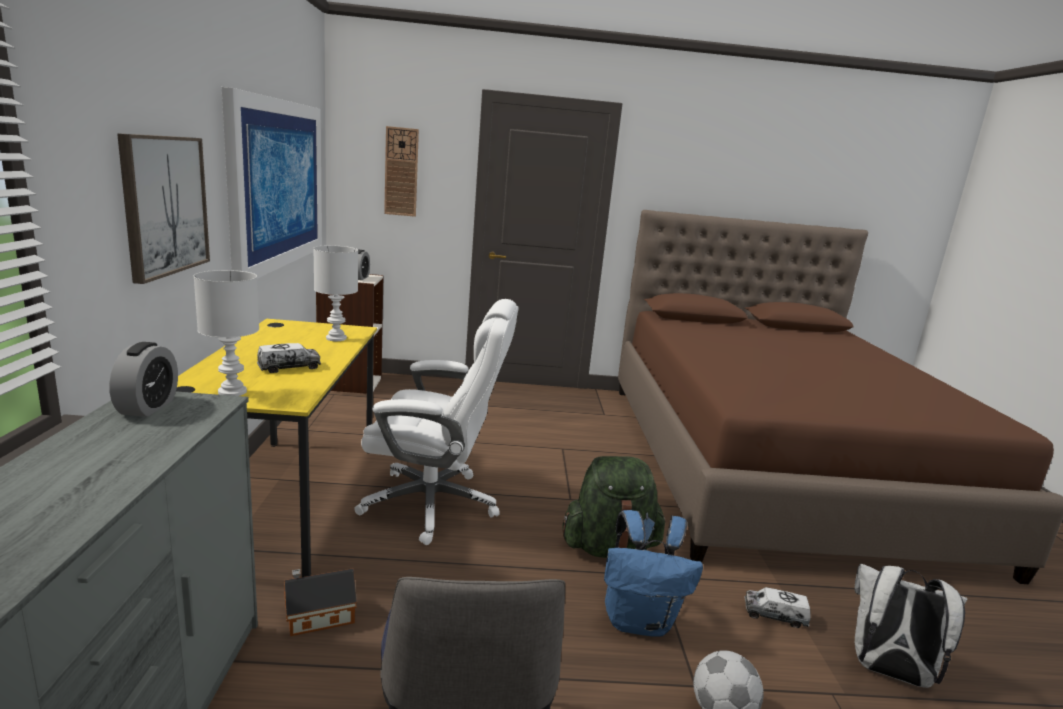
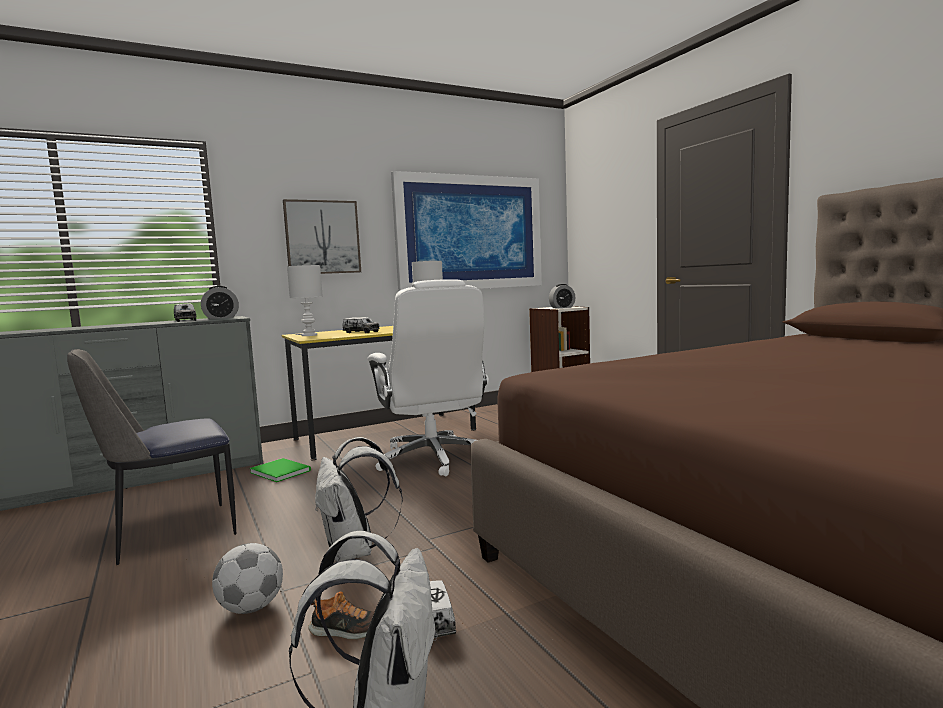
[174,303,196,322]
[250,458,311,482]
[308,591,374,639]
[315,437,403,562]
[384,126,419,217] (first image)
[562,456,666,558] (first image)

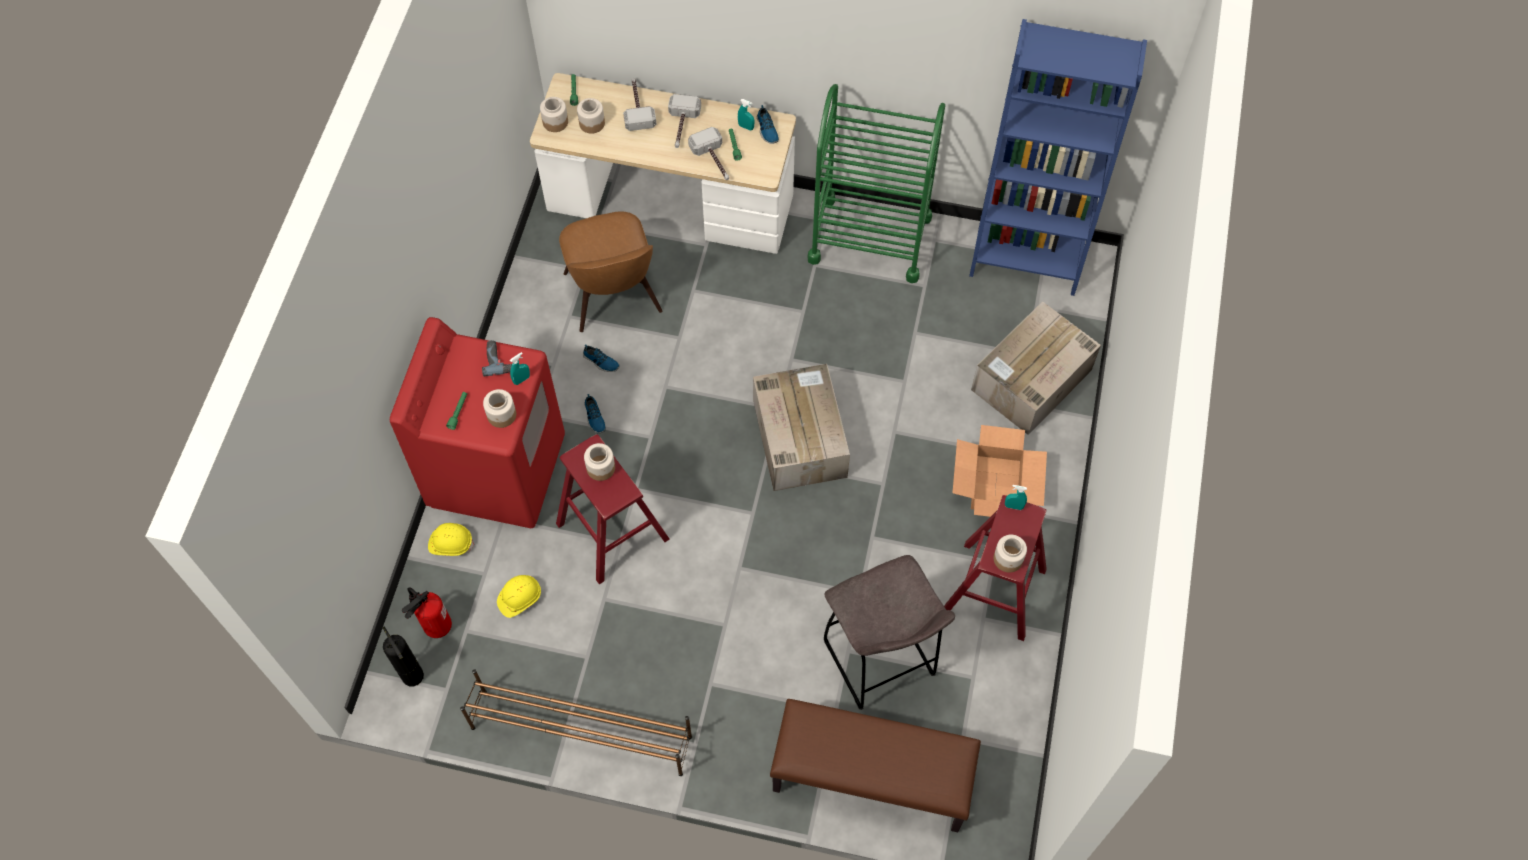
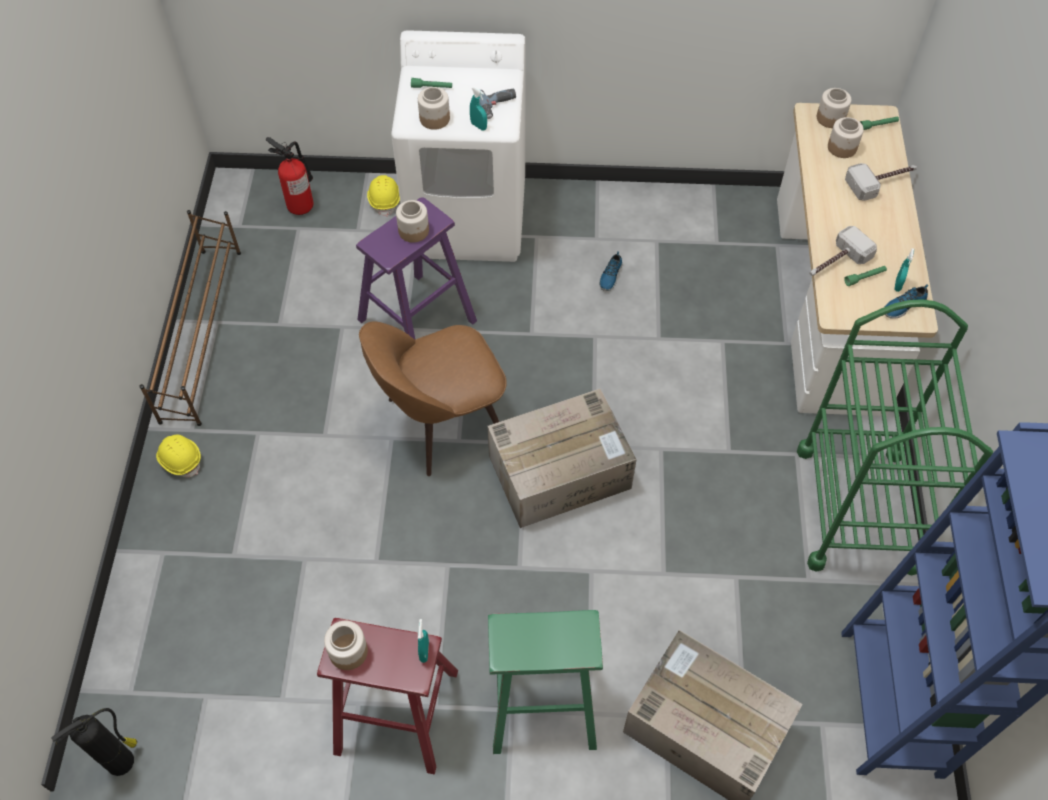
[51,708,137,776]
[156,435,201,477]
[356,197,477,339]
[359,321,507,476]
[391,30,525,262]
[488,610,603,754]
[584,394,606,433] (first image)
[668,94,701,148] (first image)
[770,699,981,832] (first image)
[824,555,955,710] (first image)

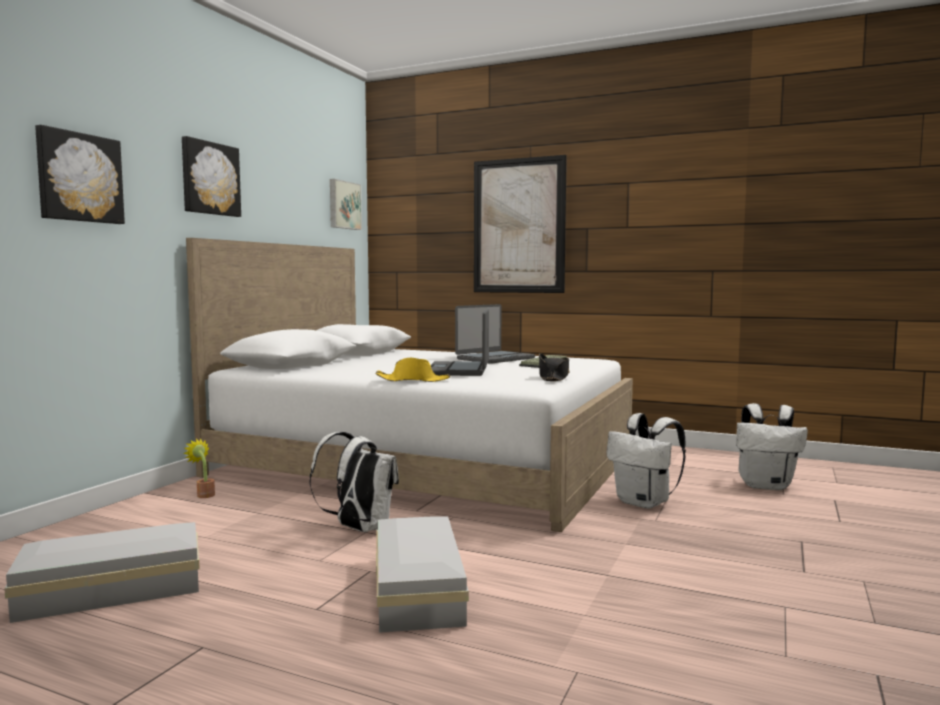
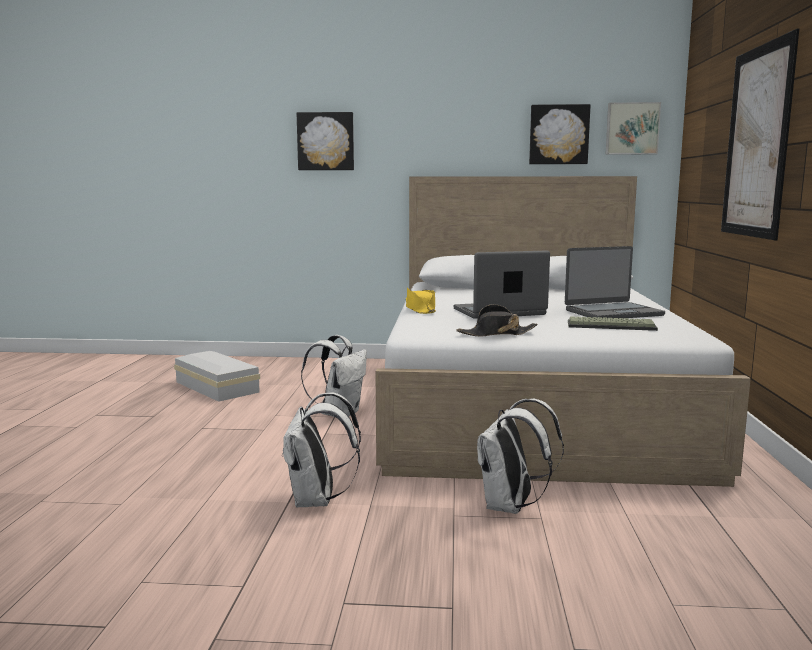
[282,392,361,507]
[529,104,591,164]
[565,246,665,319]
[183,438,215,498] (first image)
[376,516,469,633] (first image)

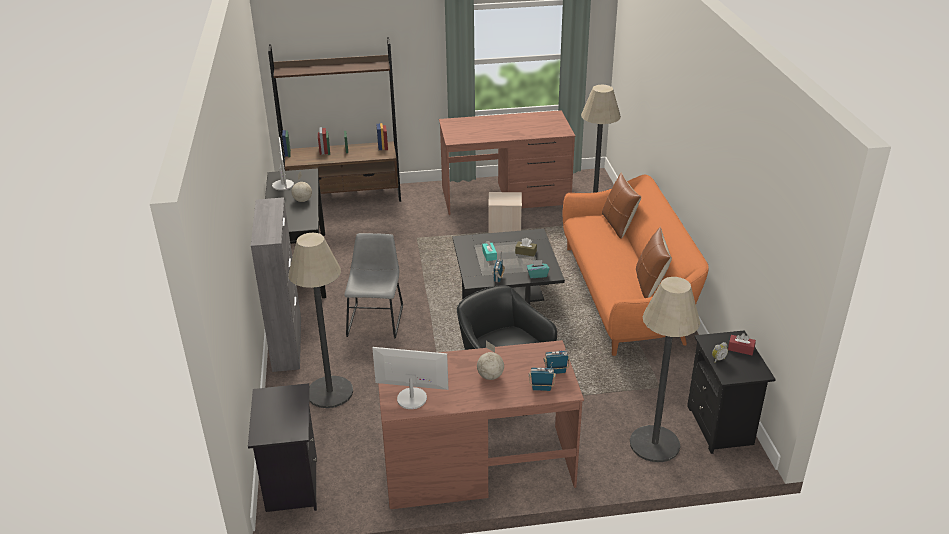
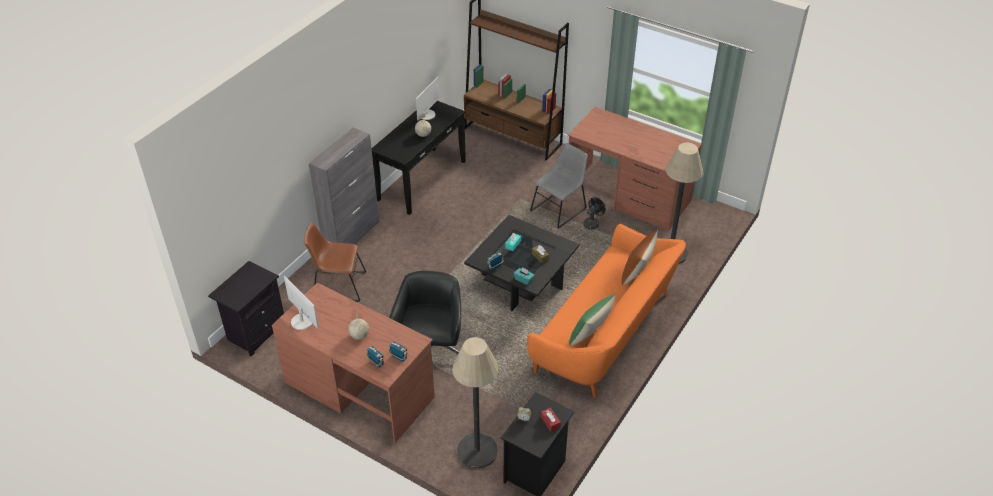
[304,222,366,302]
[530,143,588,229]
[569,294,616,345]
[583,197,606,230]

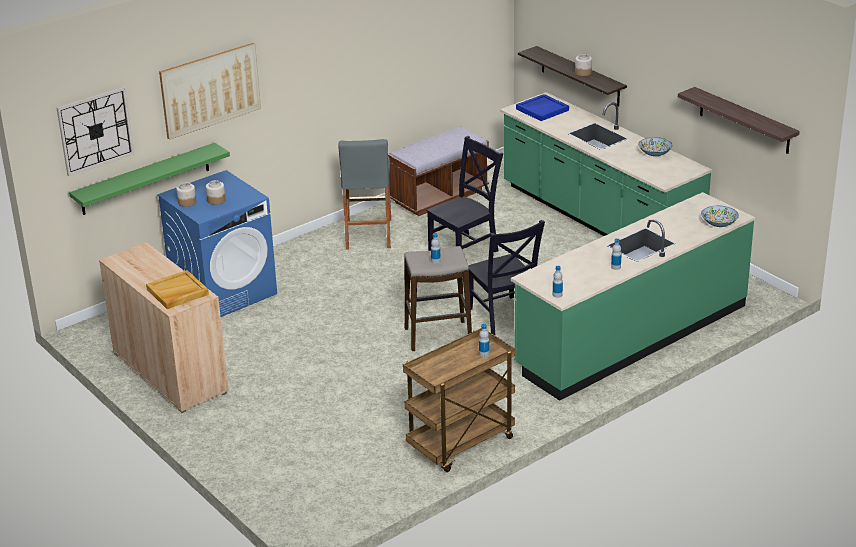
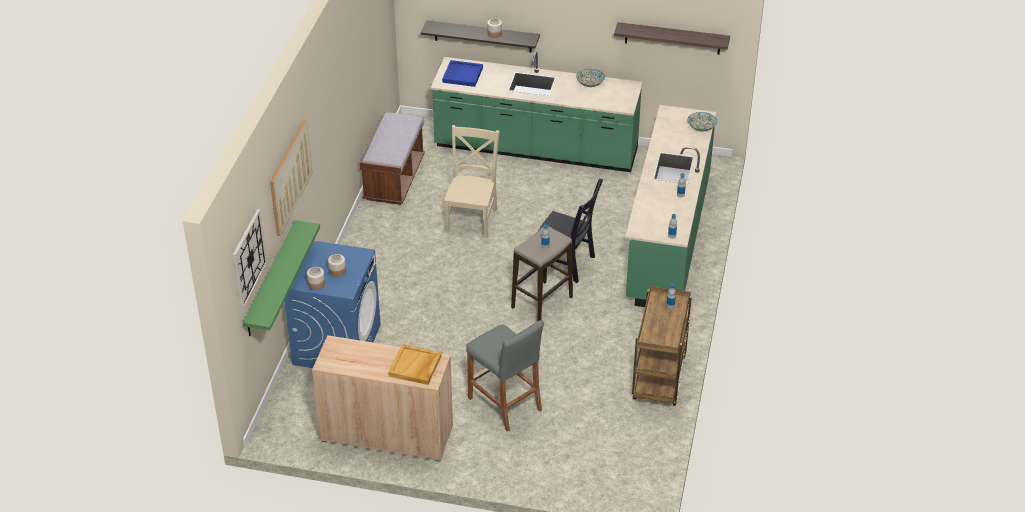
[444,125,500,238]
[466,320,544,432]

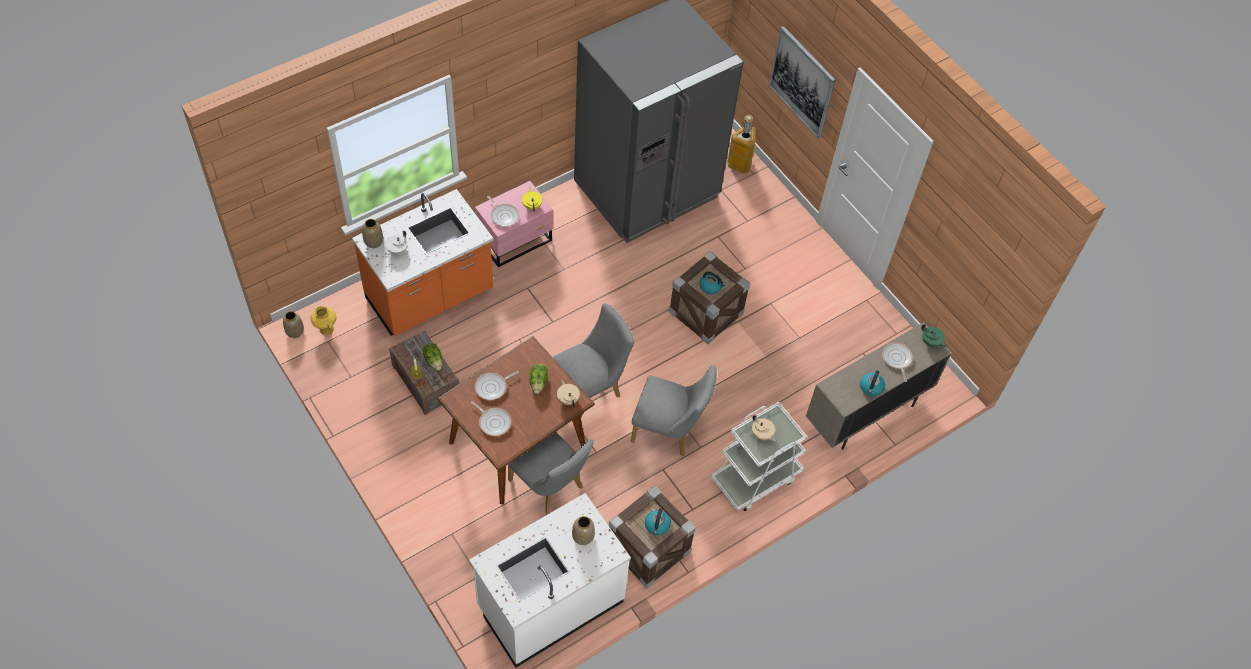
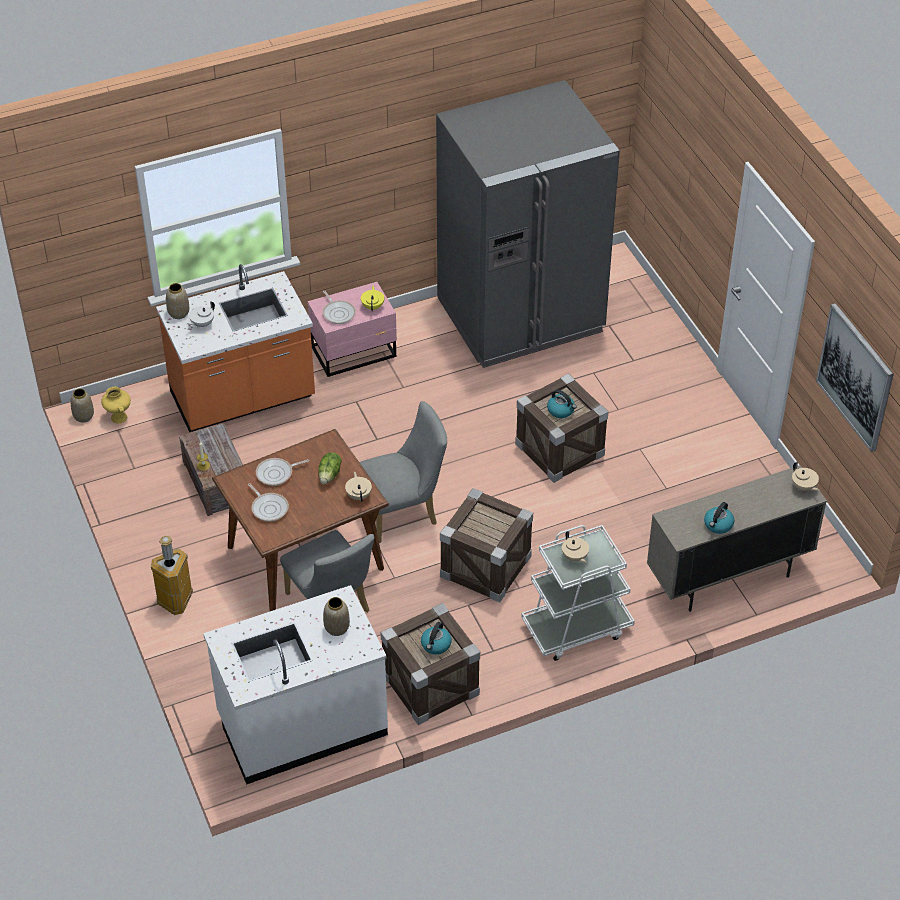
[151,536,193,615]
[440,488,533,603]
[792,462,819,491]
[816,303,894,452]
[423,343,442,371] (first image)
[882,342,913,382] (first image)

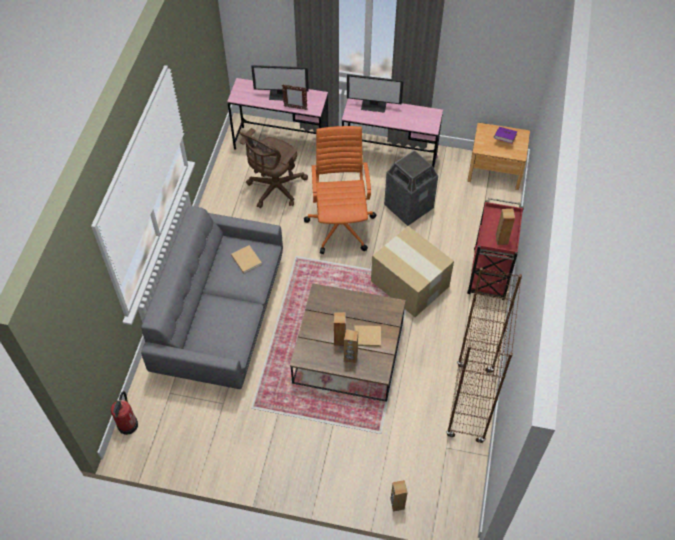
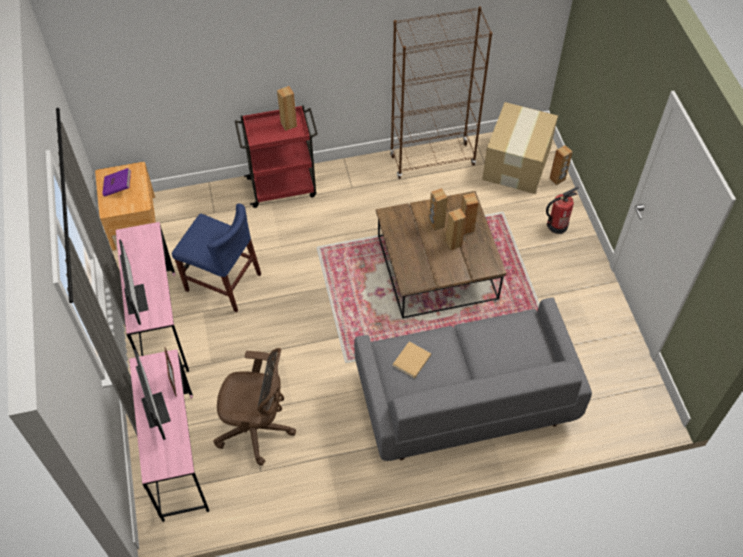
[172,203,261,312]
[429,188,448,231]
[482,102,558,194]
[546,187,579,234]
[304,126,377,254] (first image)

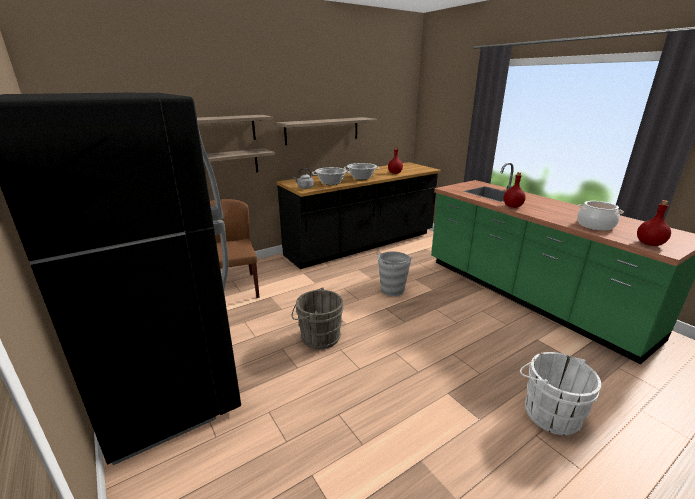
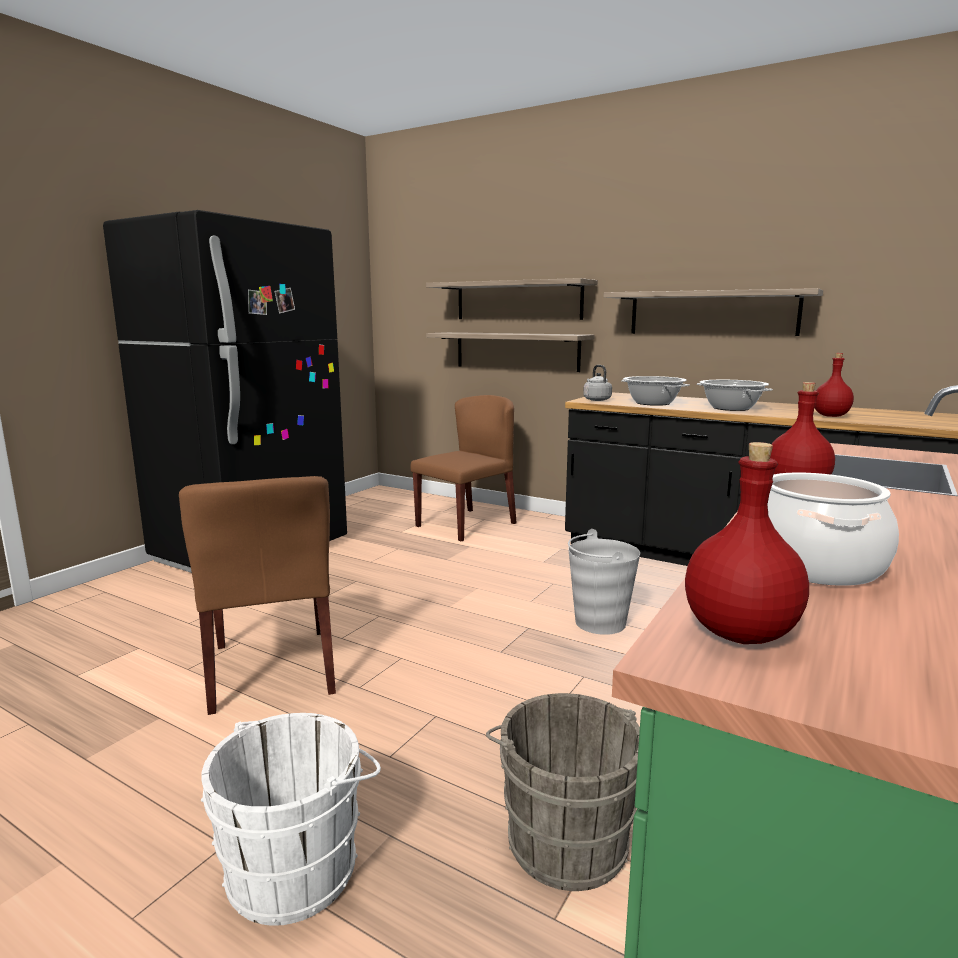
[179,476,336,715]
[486,693,640,891]

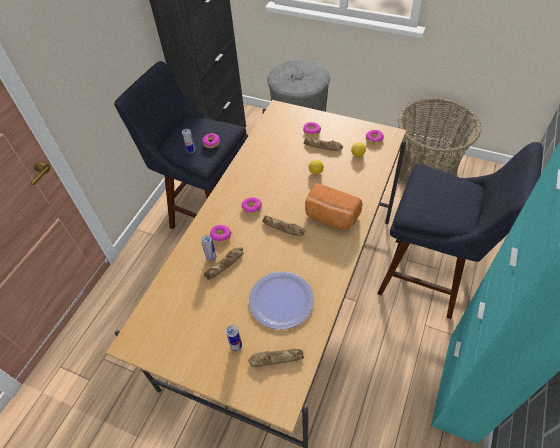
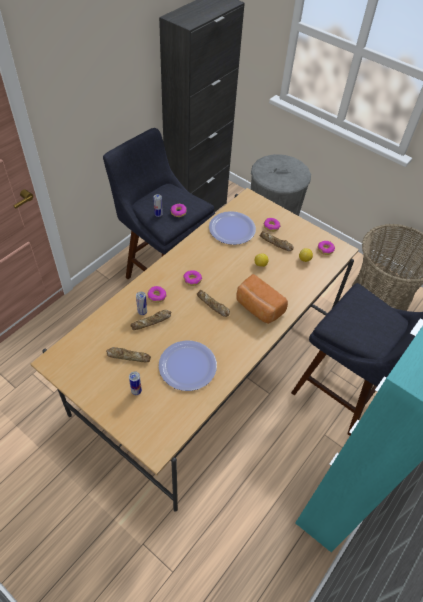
[106,347,151,362]
[209,211,256,245]

